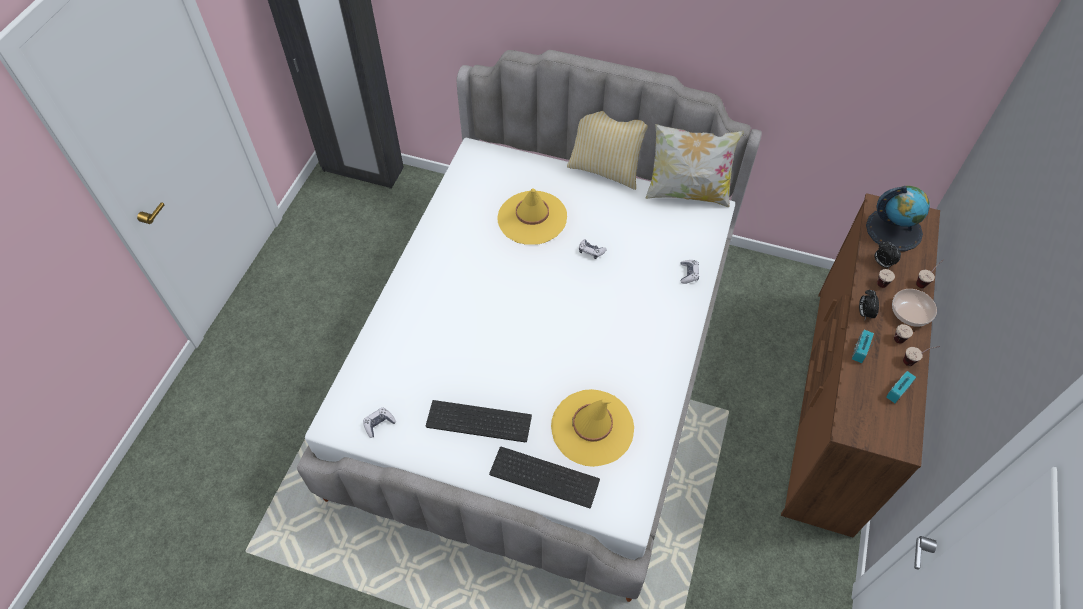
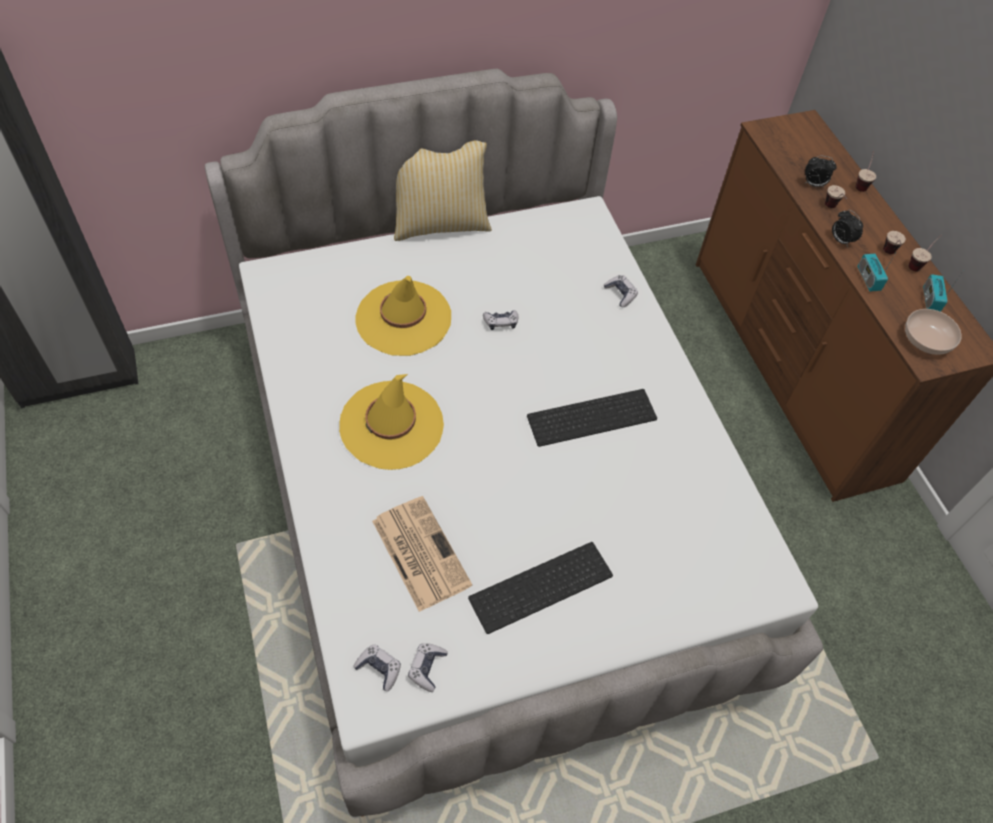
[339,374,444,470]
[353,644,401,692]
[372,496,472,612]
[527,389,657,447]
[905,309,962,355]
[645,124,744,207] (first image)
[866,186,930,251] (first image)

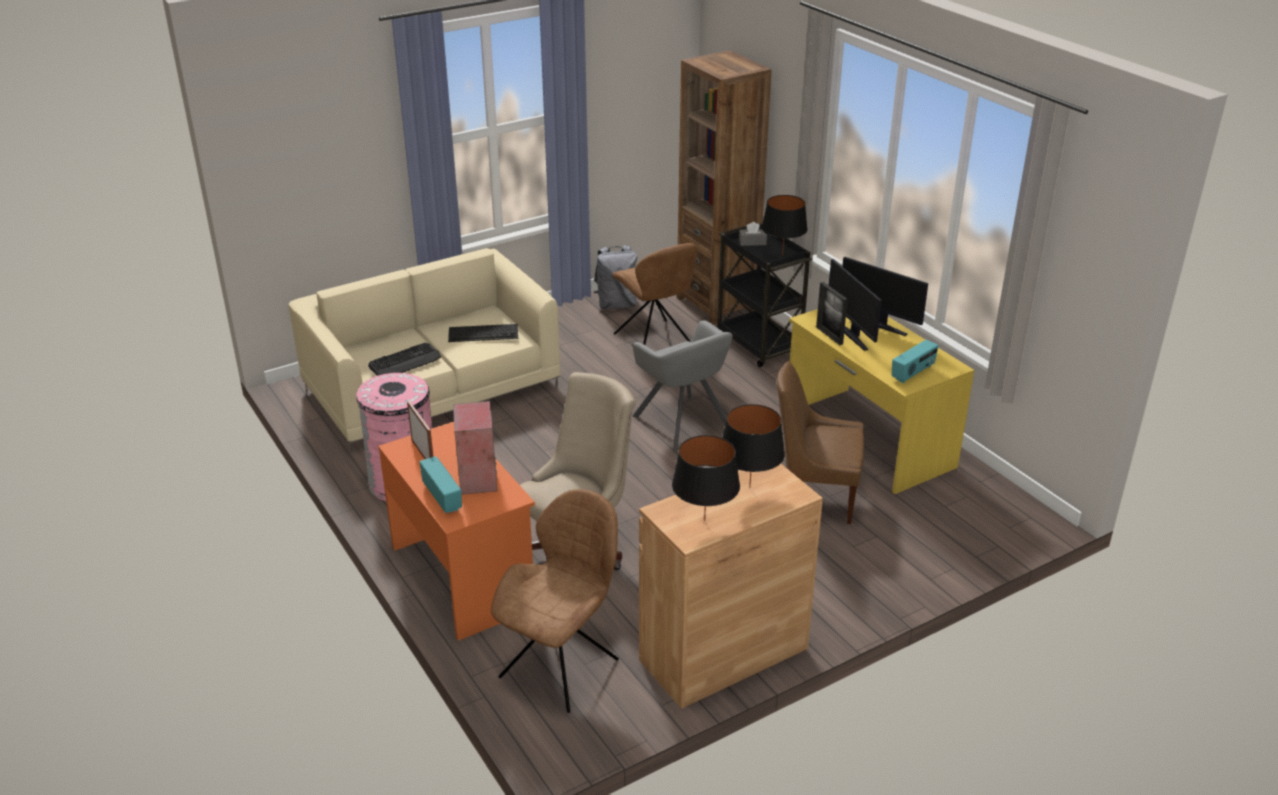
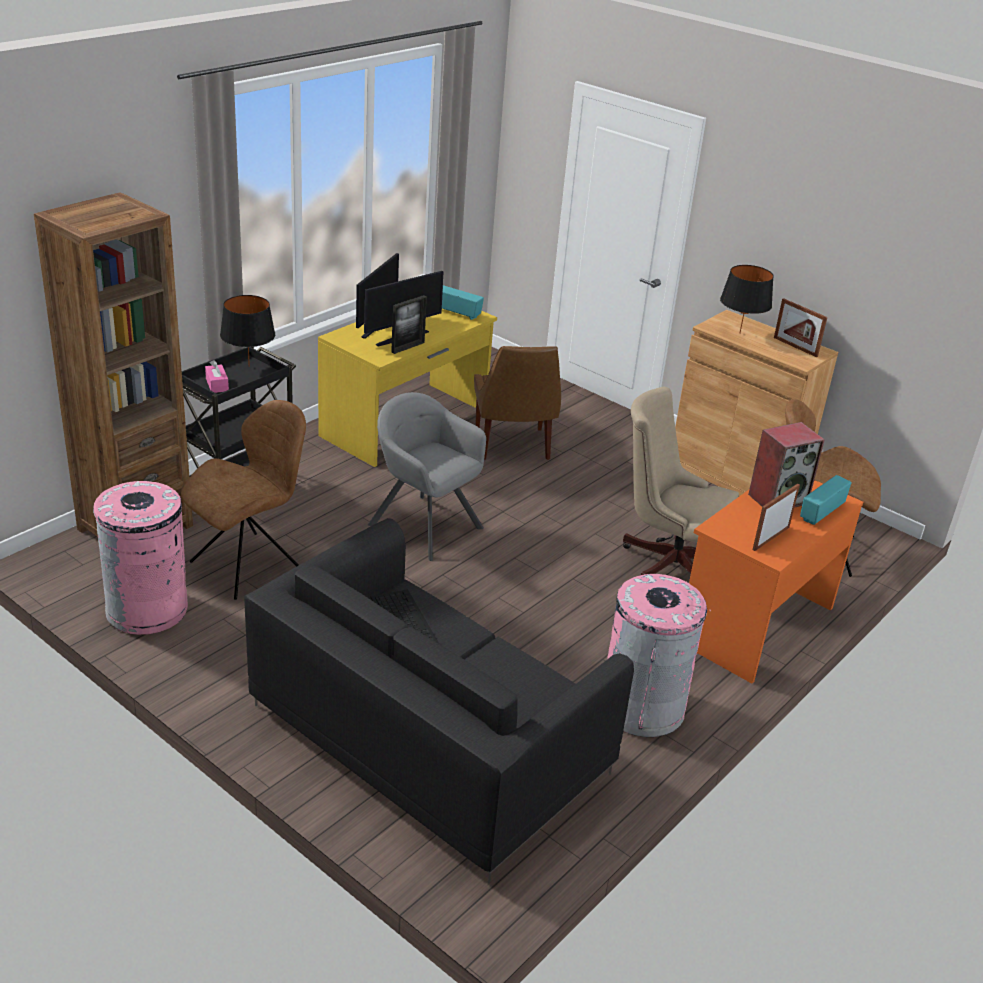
[93,481,188,635]
[205,360,229,393]
[244,518,634,883]
[368,392,486,561]
[774,298,827,357]
[368,343,441,376] (first image)

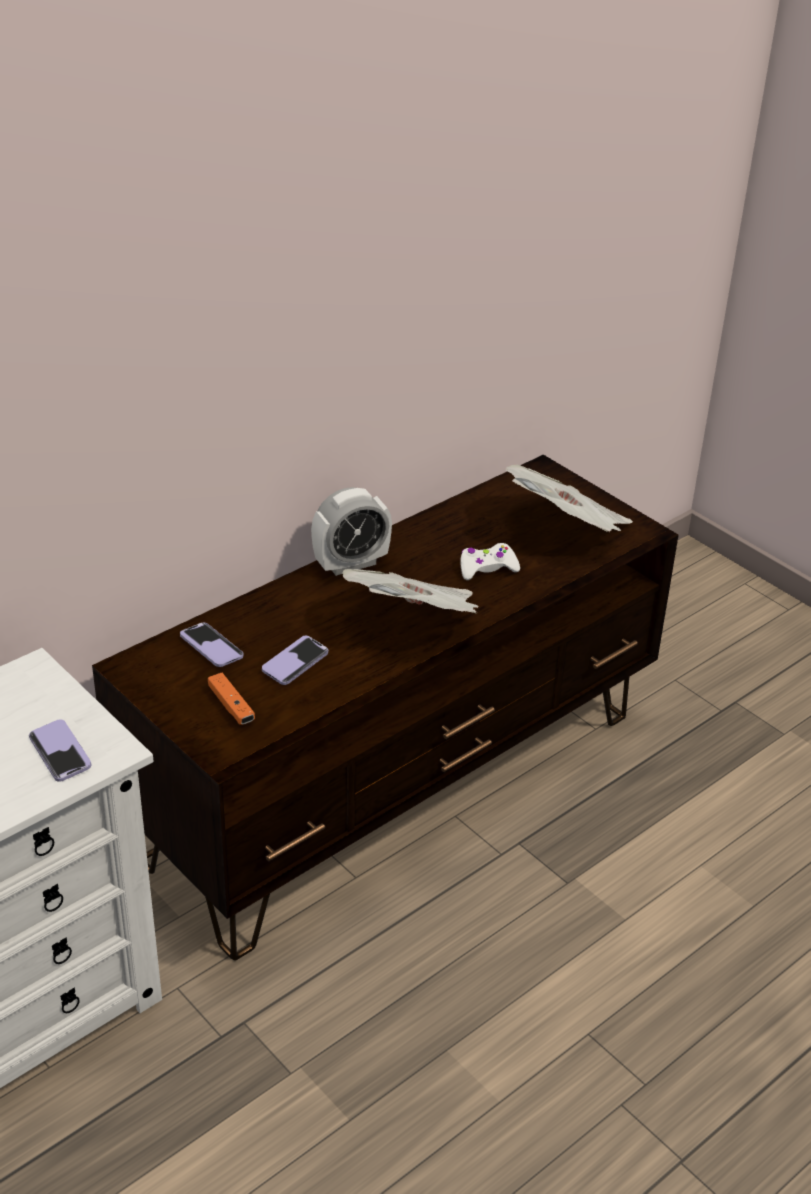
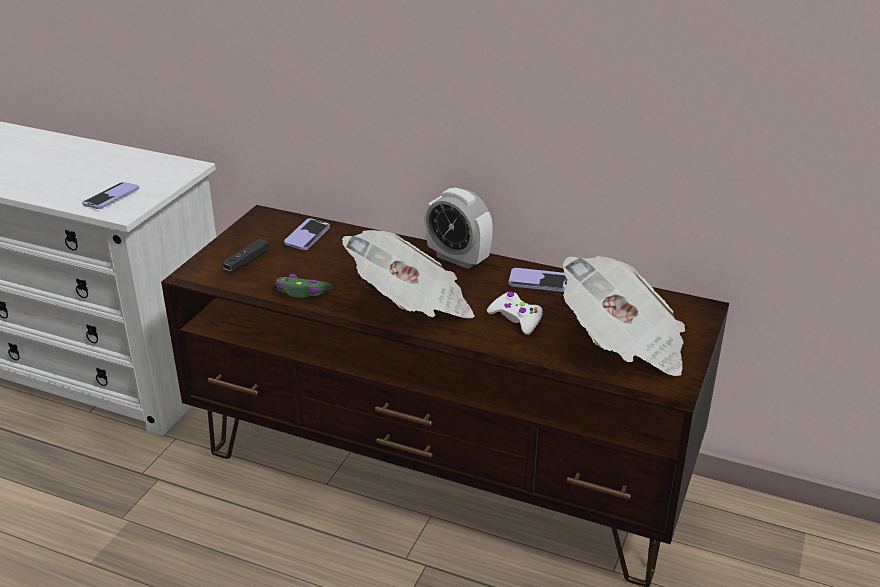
[222,239,269,272]
[276,274,332,298]
[509,268,567,292]

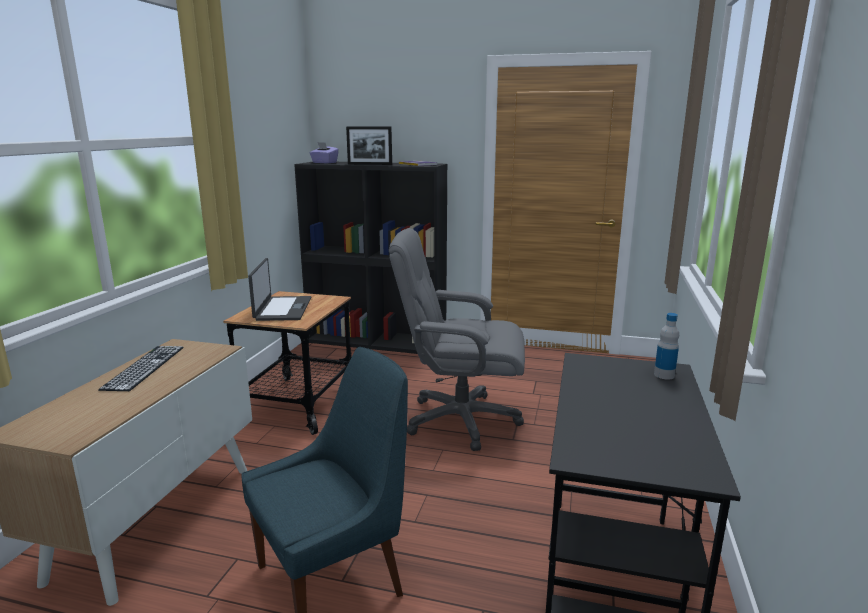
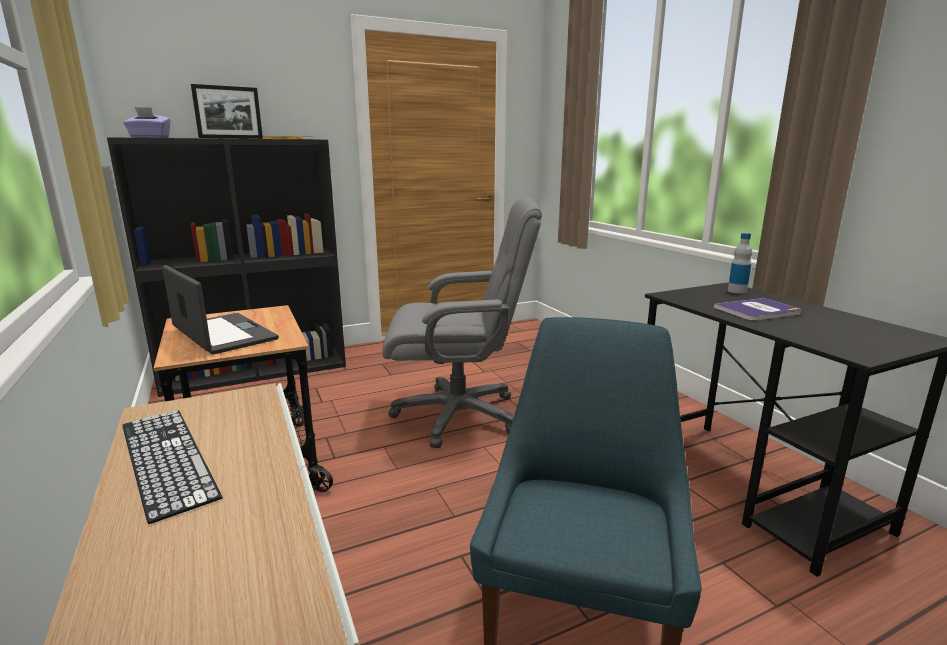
[382,198,542,448]
[714,298,801,321]

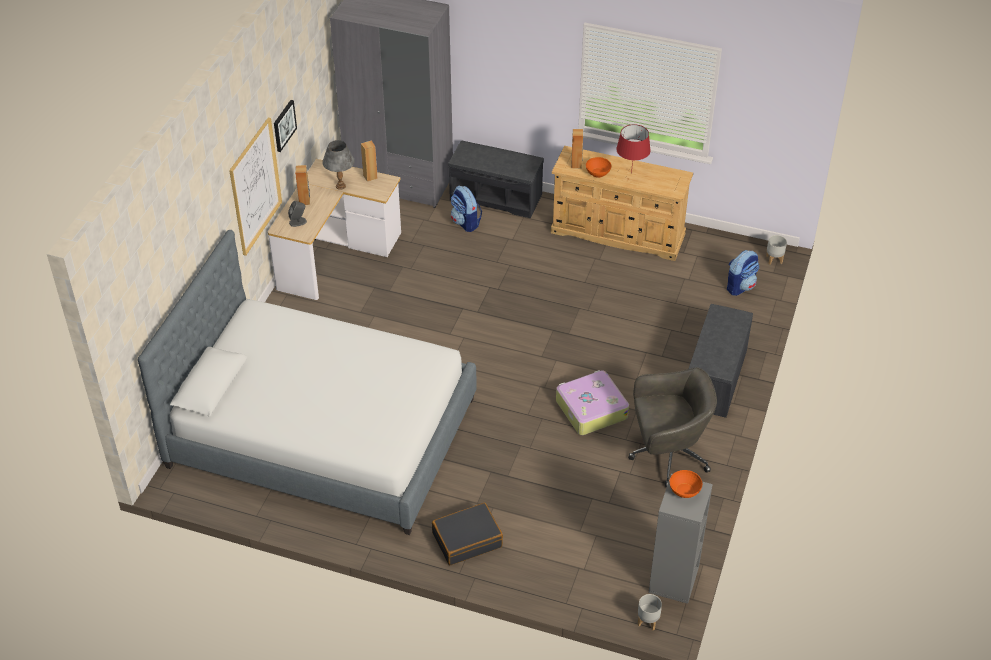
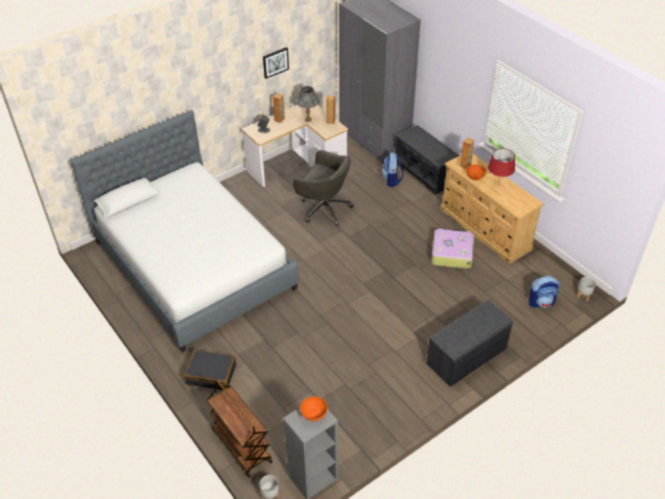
[207,380,273,477]
[293,150,354,226]
[431,228,474,269]
[229,118,282,256] (first image)

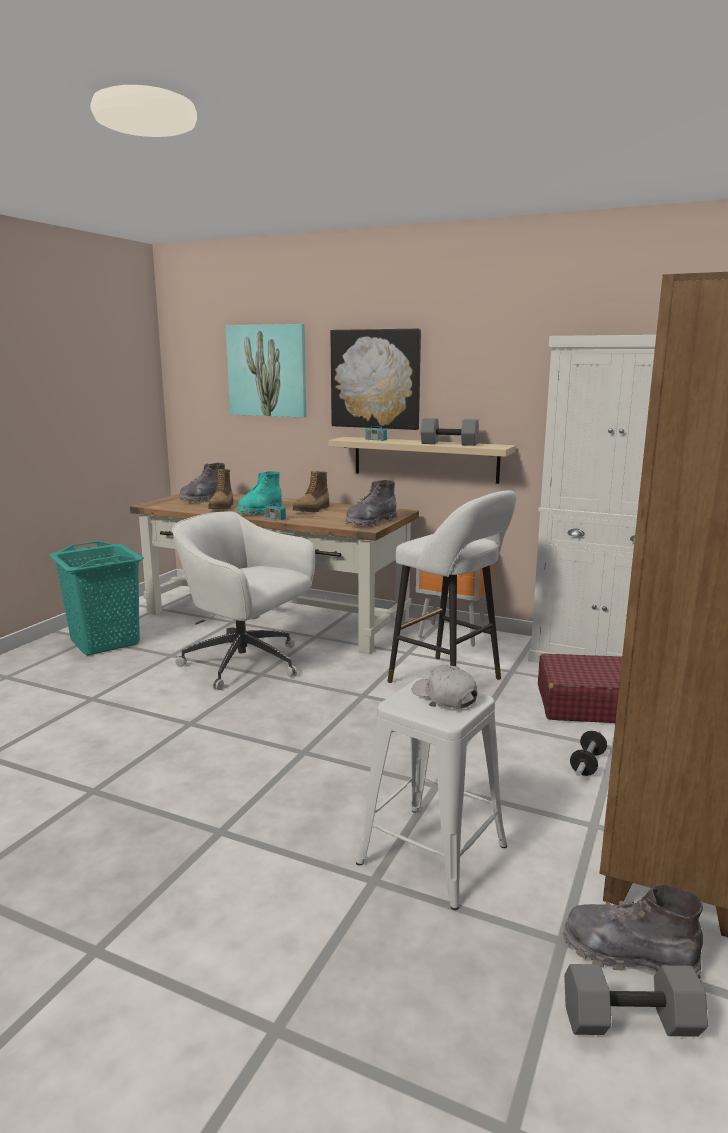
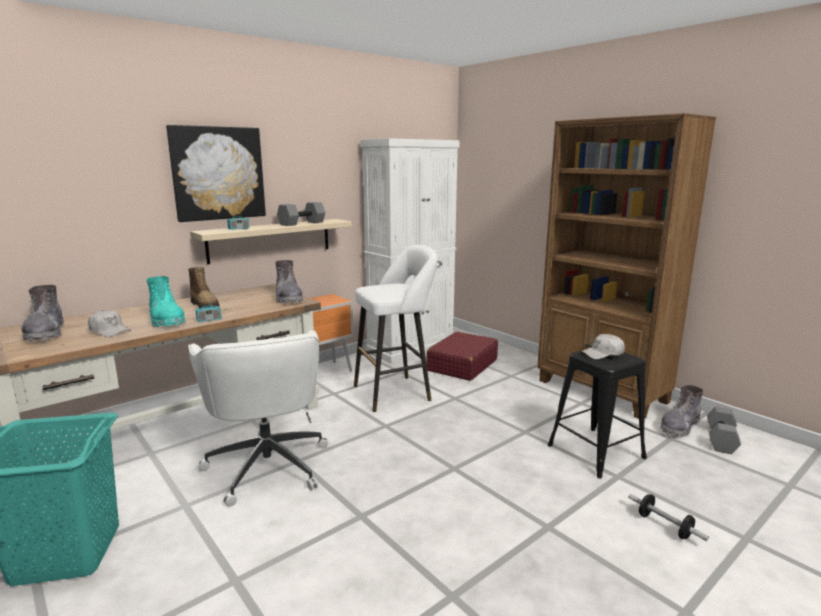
[88,310,131,337]
[188,330,328,506]
[547,350,647,479]
[628,494,709,541]
[226,324,306,418] (first image)

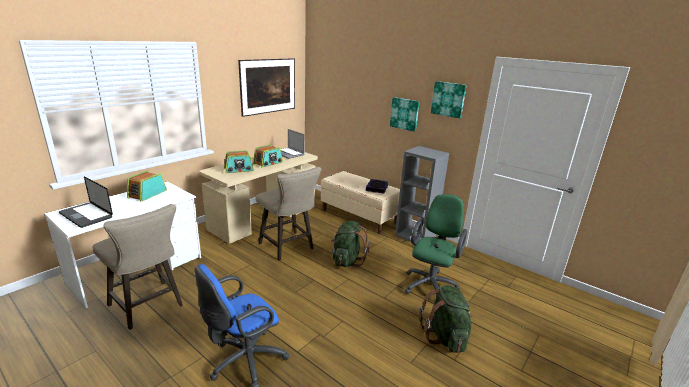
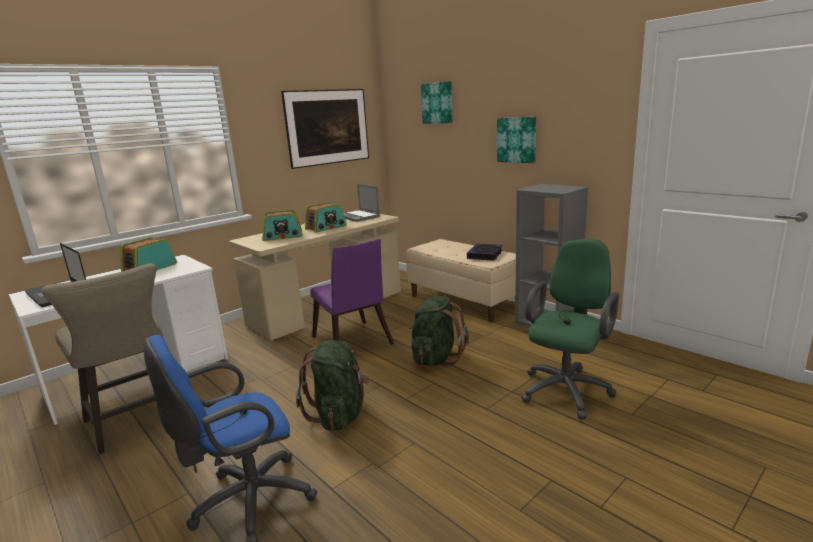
[296,340,369,431]
[310,239,394,344]
[421,81,453,124]

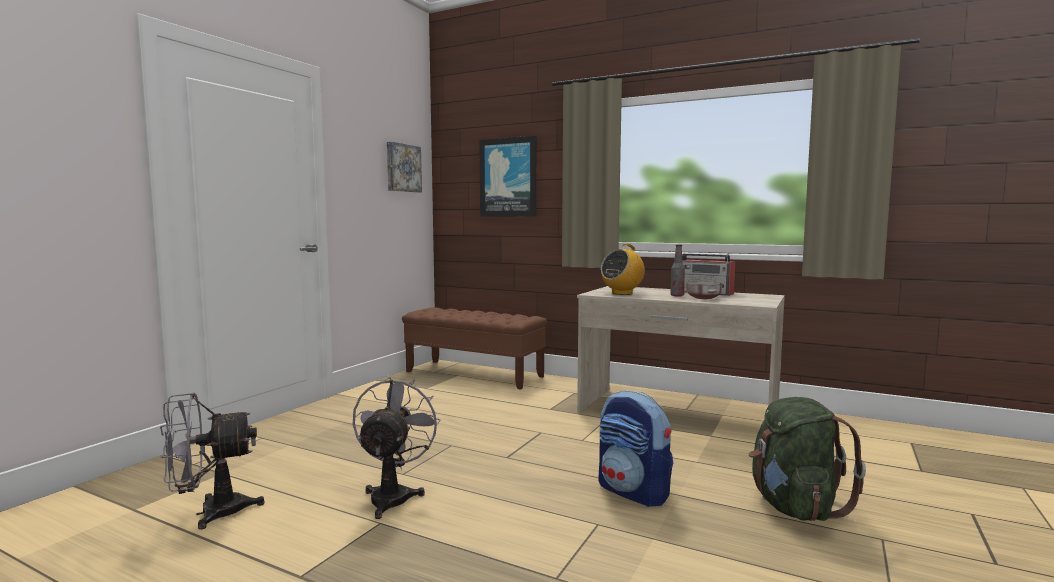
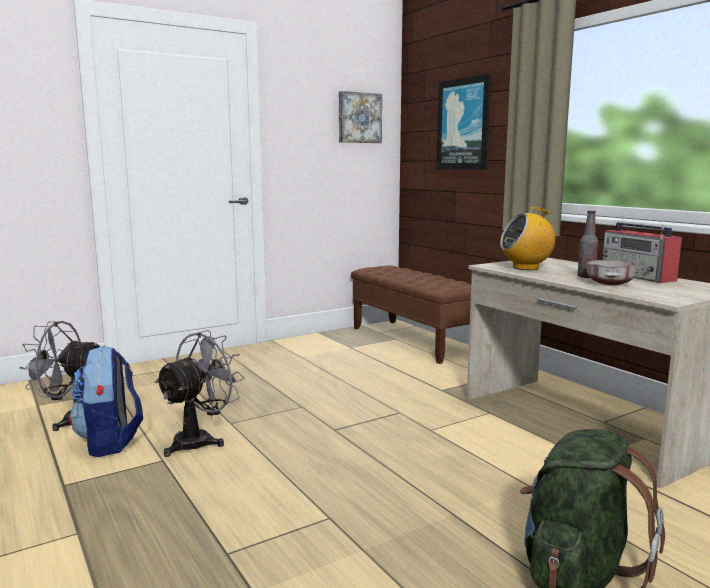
[69,345,143,457]

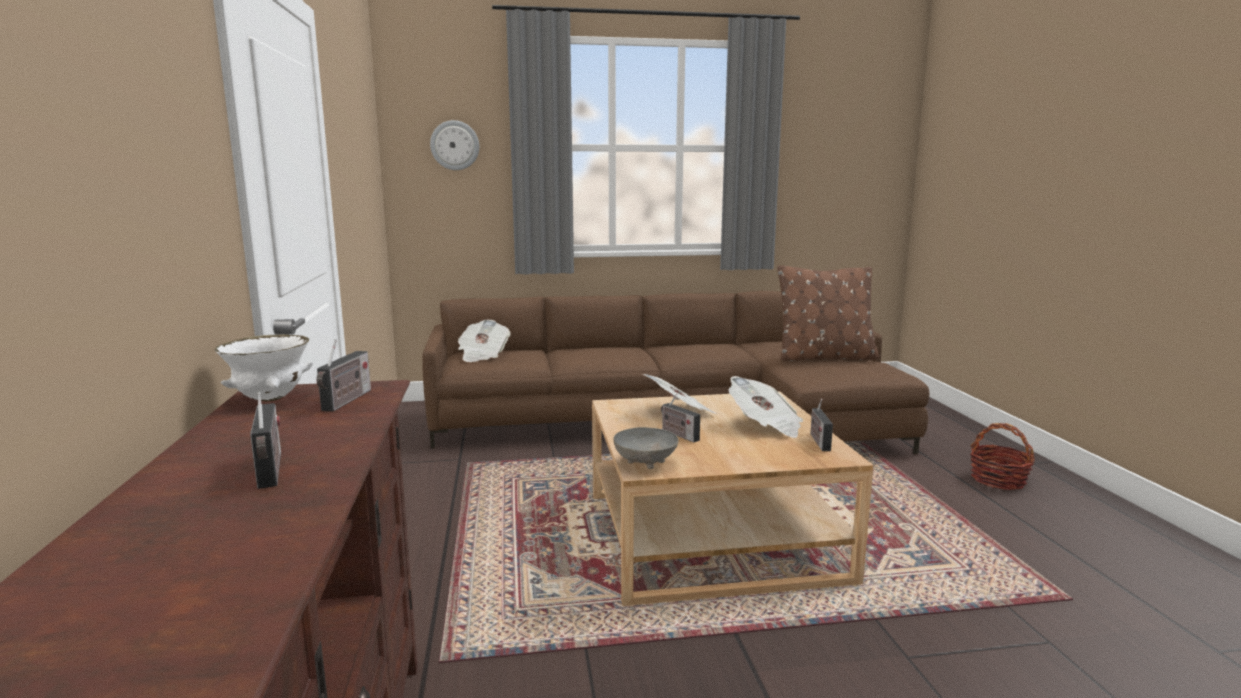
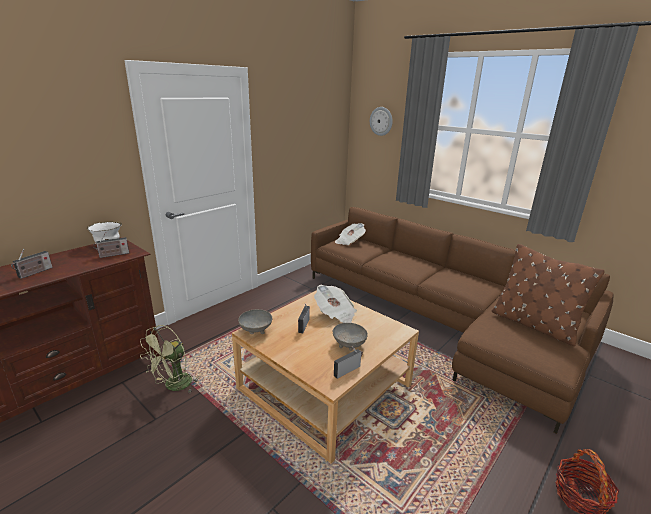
[140,325,199,393]
[333,323,368,351]

